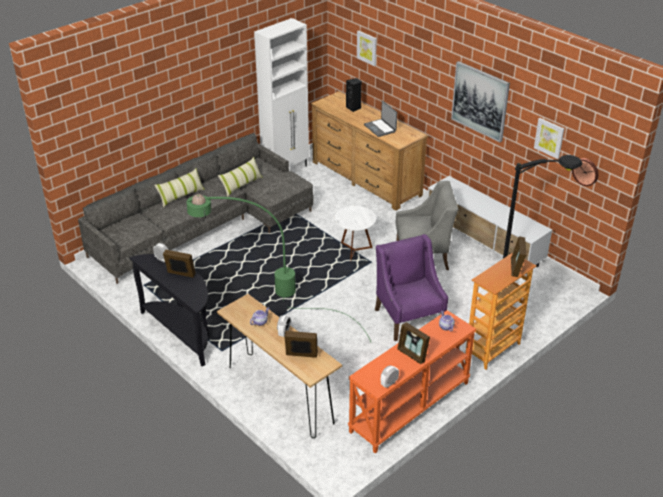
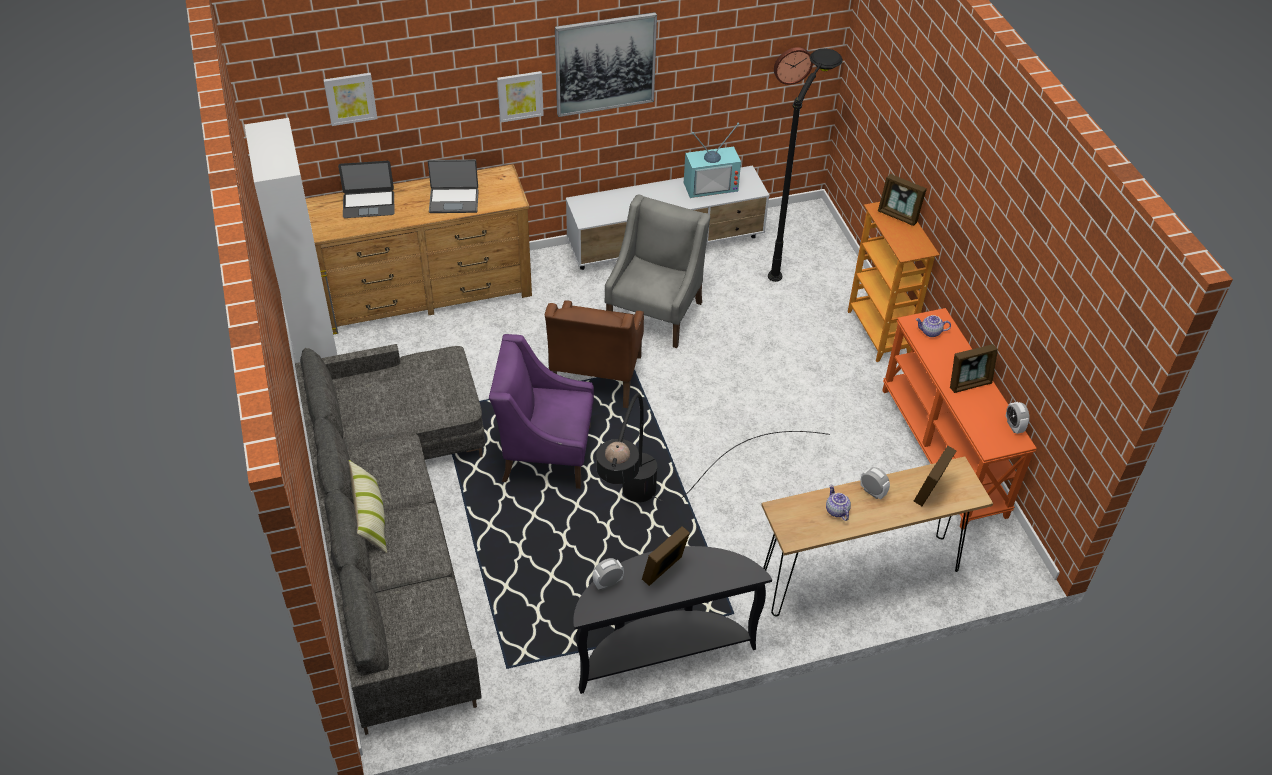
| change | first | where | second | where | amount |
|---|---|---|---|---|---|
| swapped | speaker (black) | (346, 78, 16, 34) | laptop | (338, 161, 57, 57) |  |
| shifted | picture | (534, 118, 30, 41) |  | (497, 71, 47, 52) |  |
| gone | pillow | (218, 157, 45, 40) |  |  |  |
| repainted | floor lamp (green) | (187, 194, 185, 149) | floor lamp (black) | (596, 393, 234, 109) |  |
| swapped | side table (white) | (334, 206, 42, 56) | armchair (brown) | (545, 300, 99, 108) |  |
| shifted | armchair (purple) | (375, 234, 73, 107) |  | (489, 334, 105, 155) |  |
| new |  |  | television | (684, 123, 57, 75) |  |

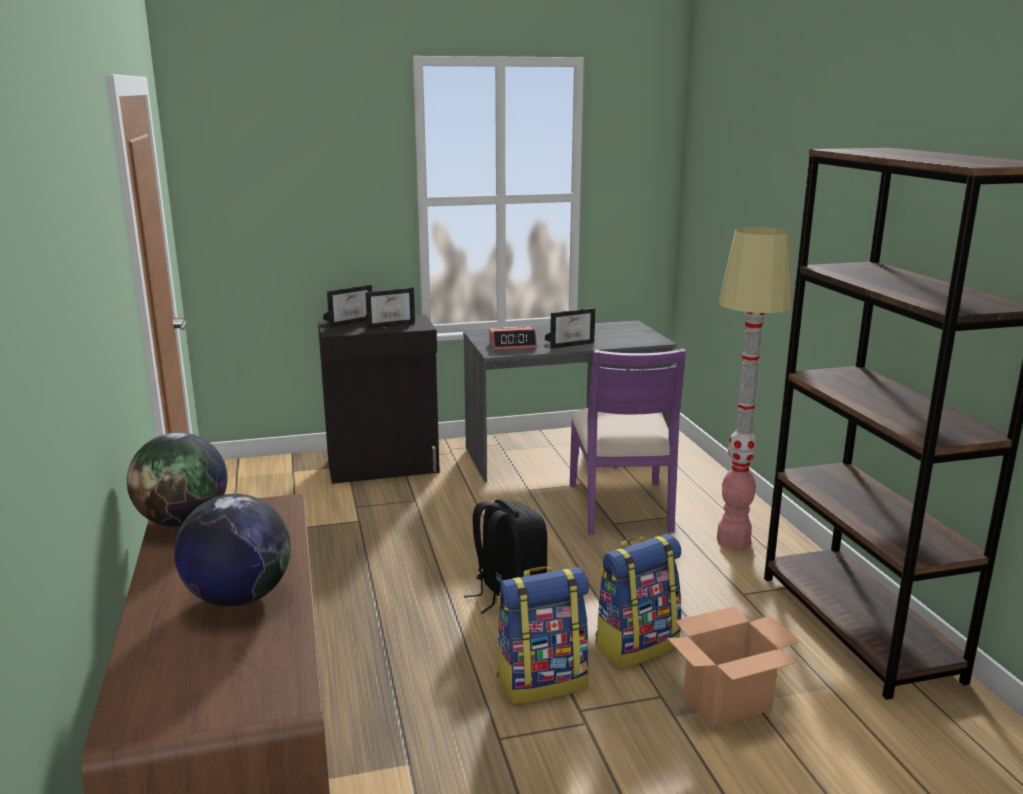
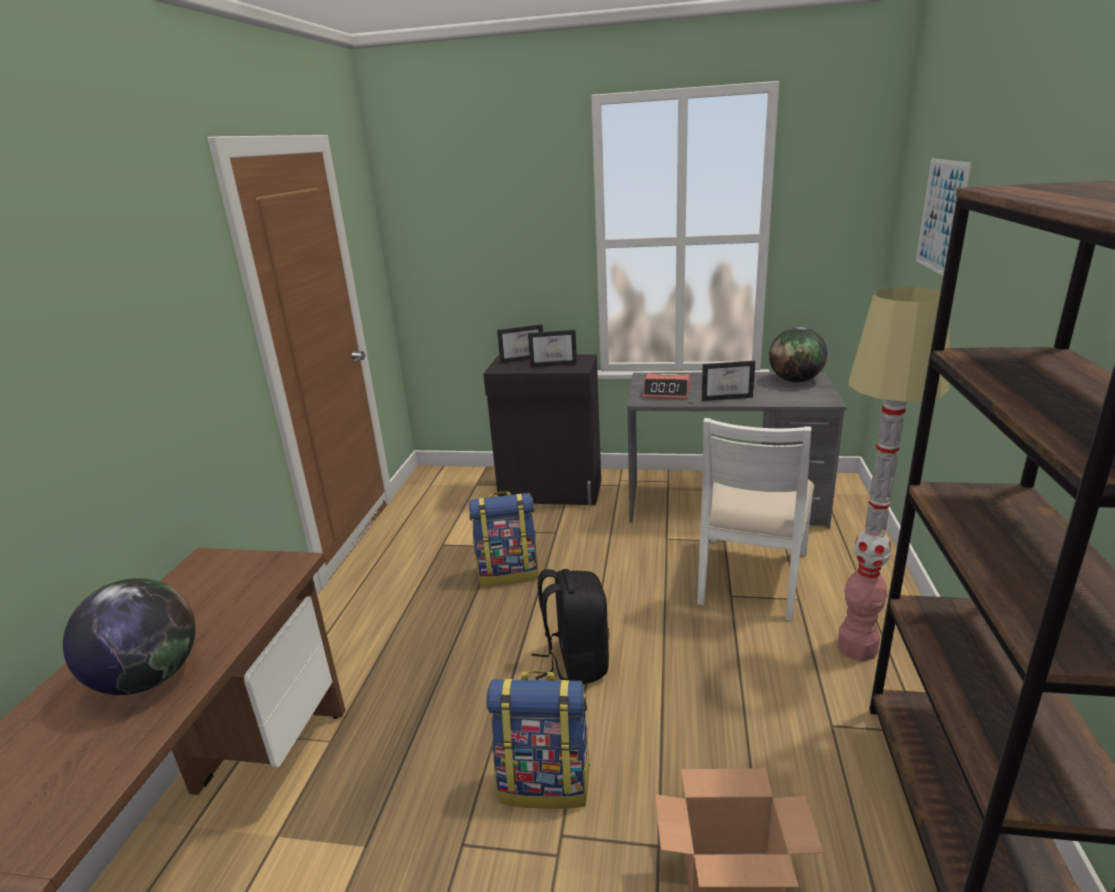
| change | first | where | second | where | amount |
|---|---|---|---|---|---|
| repainted | chair (purple) | (570, 349, 116, 185) | chair (white) | (697, 418, 117, 203) |  |
| shifted | globe | (127, 432, 100, 95) |  | (769, 327, 58, 55) |  |
| shifted | backpack | (595, 534, 87, 134) |  | (469, 491, 69, 95) |  |
| new |  |  | picture | (916, 159, 56, 117) |  |

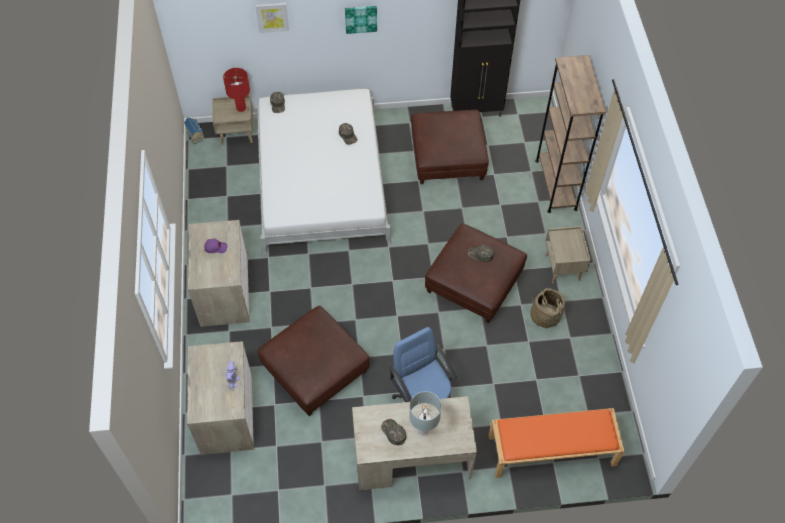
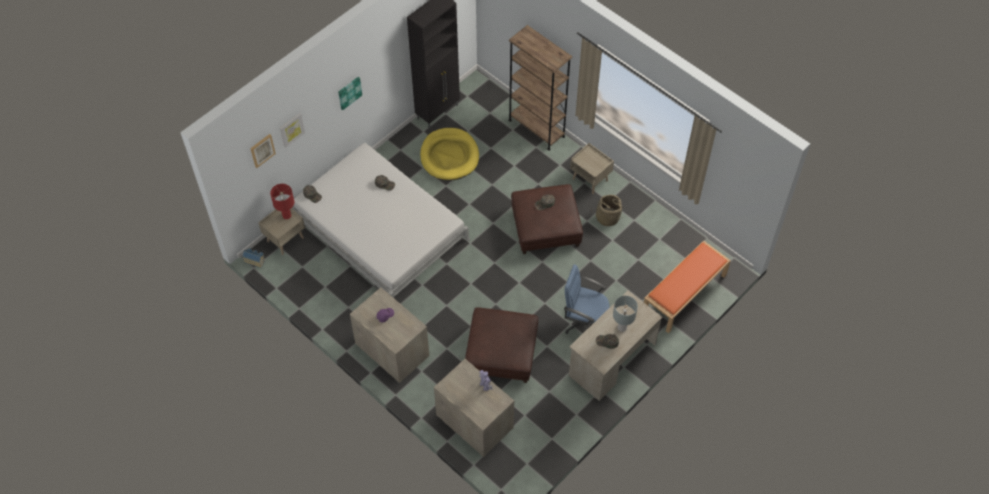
| change | first | where | second | where | amount |
|---|---|---|---|---|---|
| swapped | ottoman (brown) | (411, 110, 78, 74) | dog bed (yellow) | (420, 128, 59, 52) |  |
| new |  |  | picture | (250, 134, 26, 34) |  |

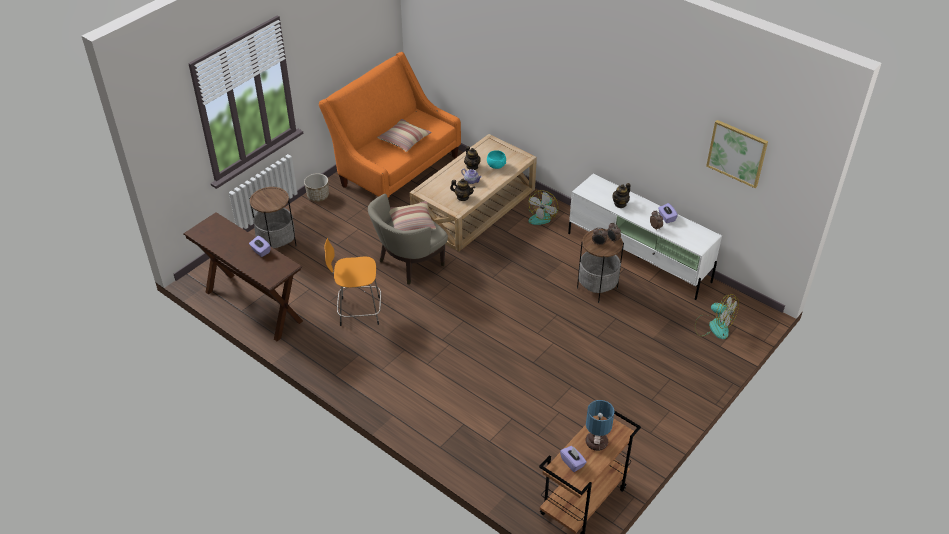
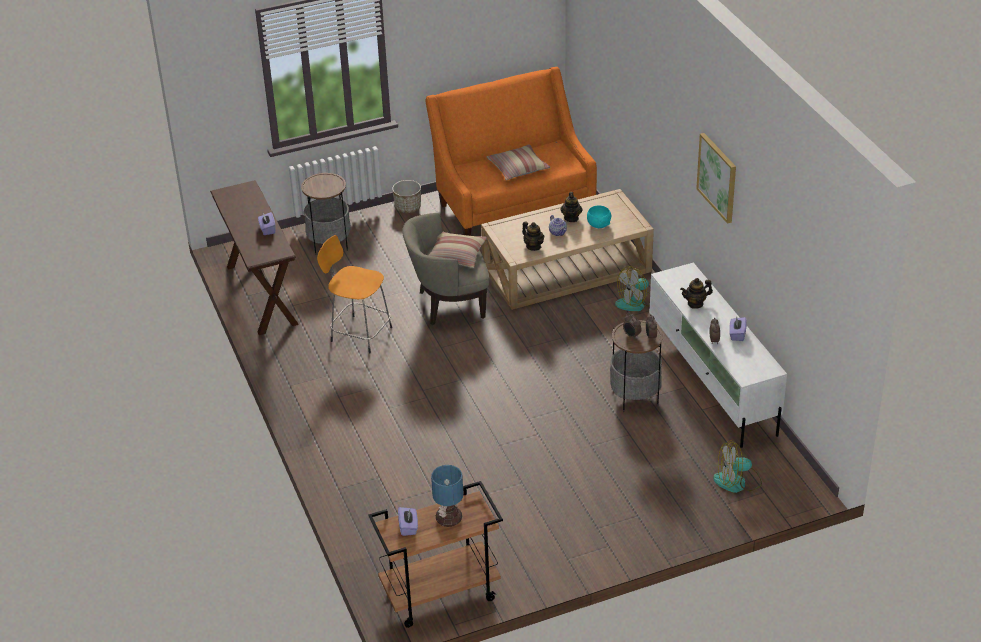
| change | first | where | second | where | amount |
|---|---|---|---|---|---|
| shifted | picture | (706, 120, 62, 68) |  | (696, 133, 40, 91) |  |
| rotated | fan | (695, 294, 44, 45) |  | (713, 441, 49, 52) | 105 degrees clockwise |

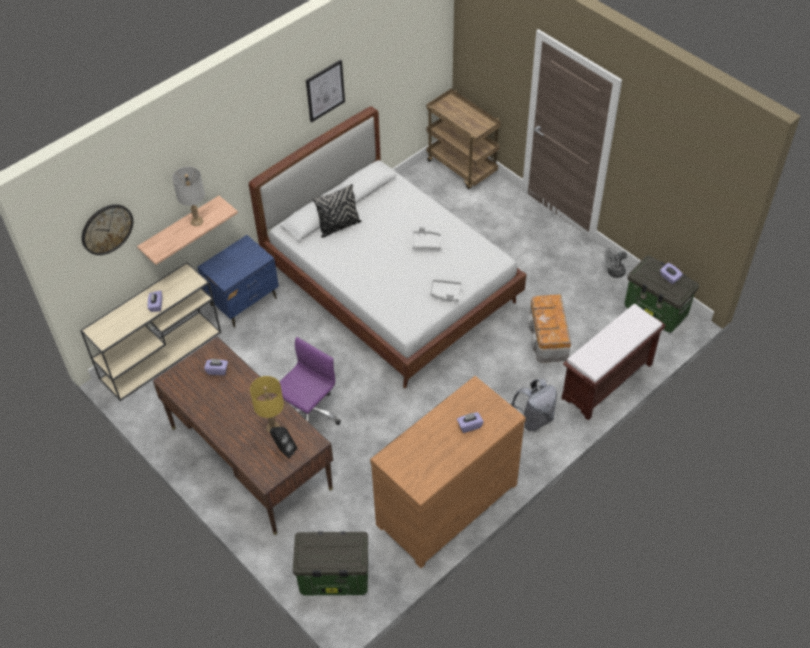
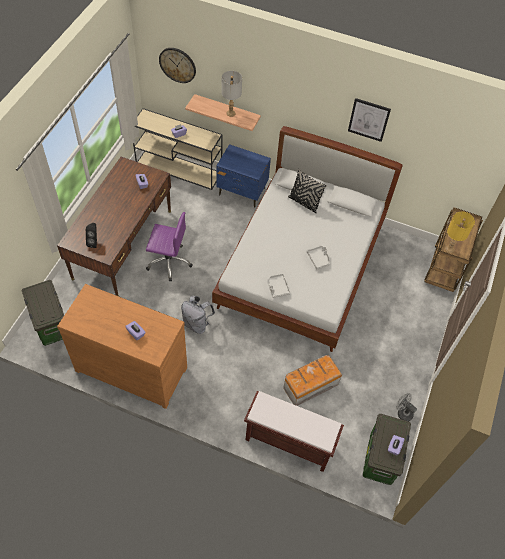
| change | first | where | second | where | amount |
|---|---|---|---|---|---|
| shifted | table lamp (yellow) | (250, 376, 34, 57) |  | (445, 212, 30, 41) |  |
| shifted | backpack (grey) | (511, 379, 46, 52) |  | (181, 295, 34, 39) |  |

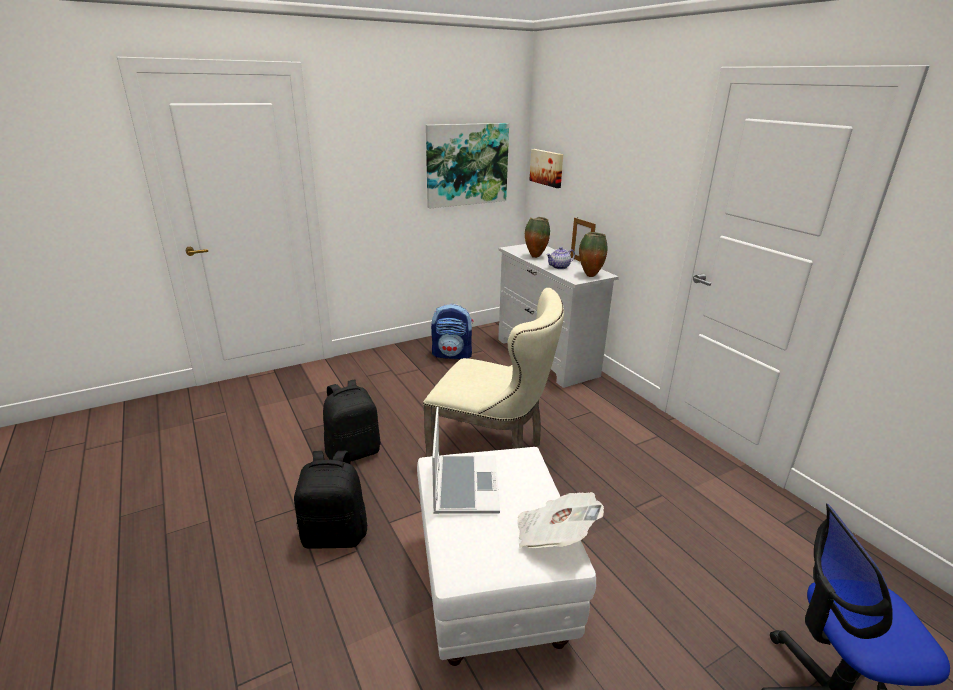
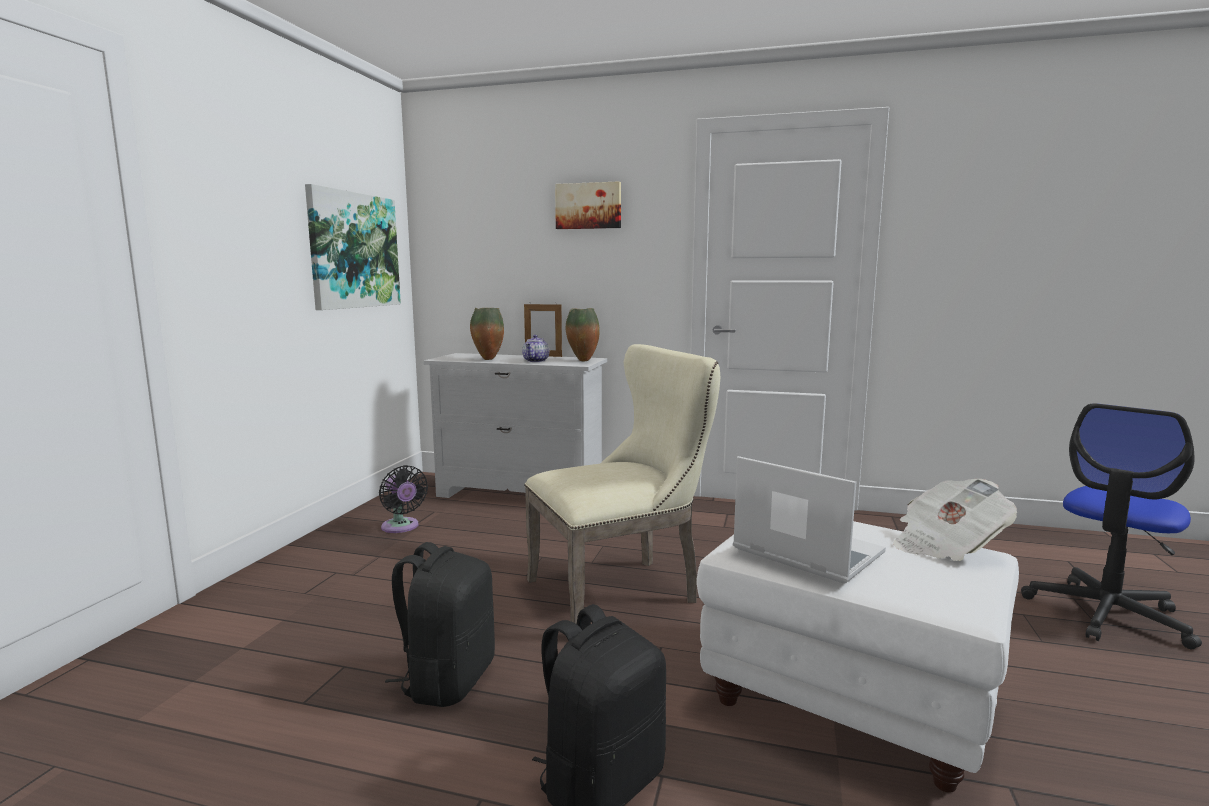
| change | first | where | second | where | amount |
|---|---|---|---|---|---|
| shifted | picture | (529, 149, 34, 39) |  | (555, 181, 66, 48) |  |
| swapped | backpack | (431, 304, 43, 55) | fan (black) | (379, 465, 49, 68) |  |

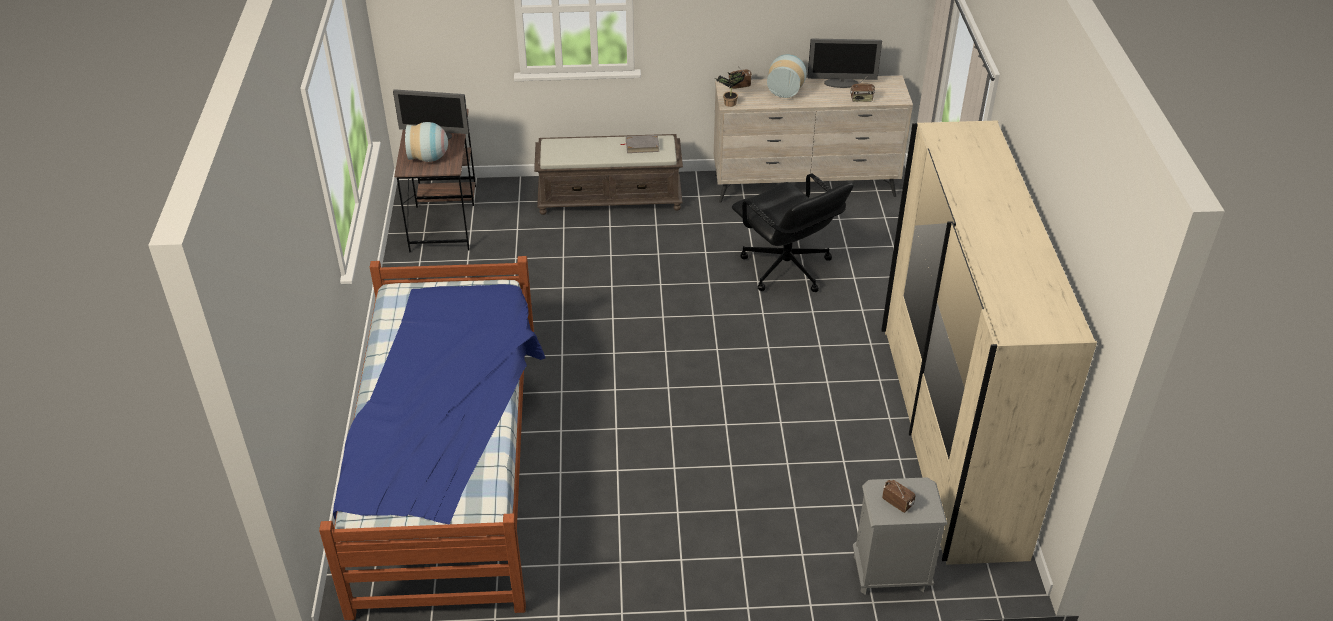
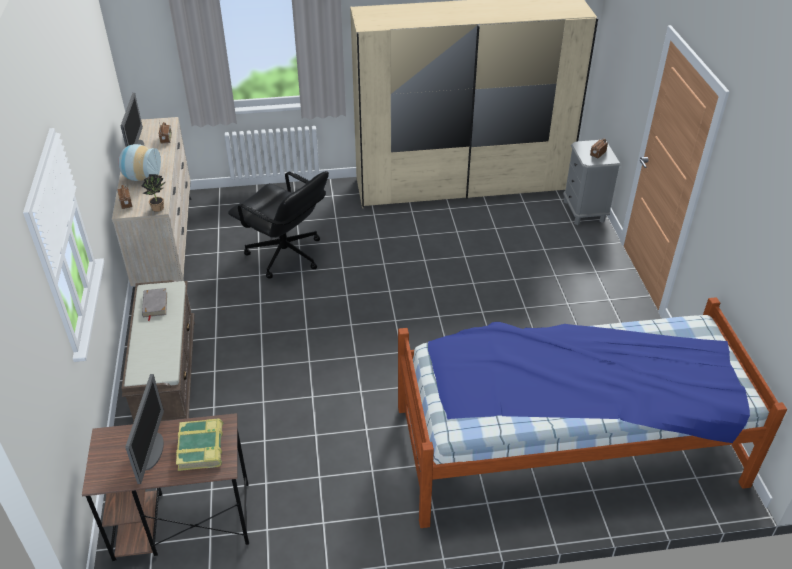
| change | first | where | second | where | amount |
|---|---|---|---|---|---|
| swapped | vase | (405, 122, 43, 40) | book | (176, 418, 48, 53) |  |
| rotated | office chair (black) | (732, 173, 122, 119) |  | (228, 171, 101, 108) | 75 degrees clockwise |

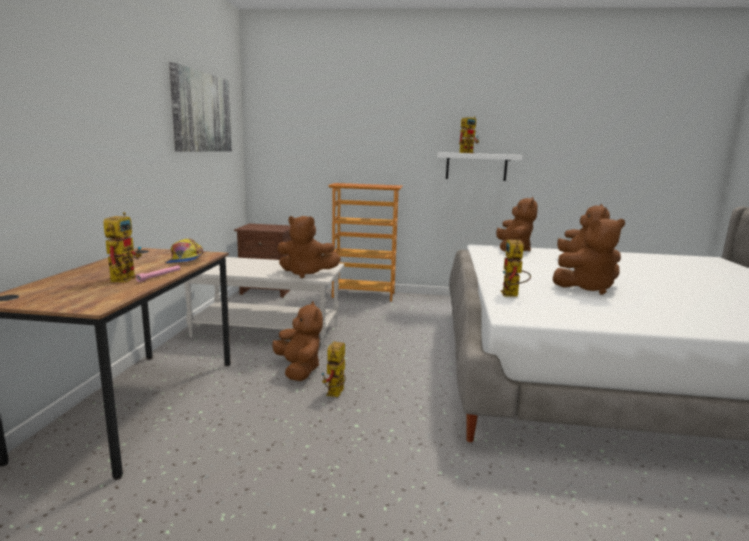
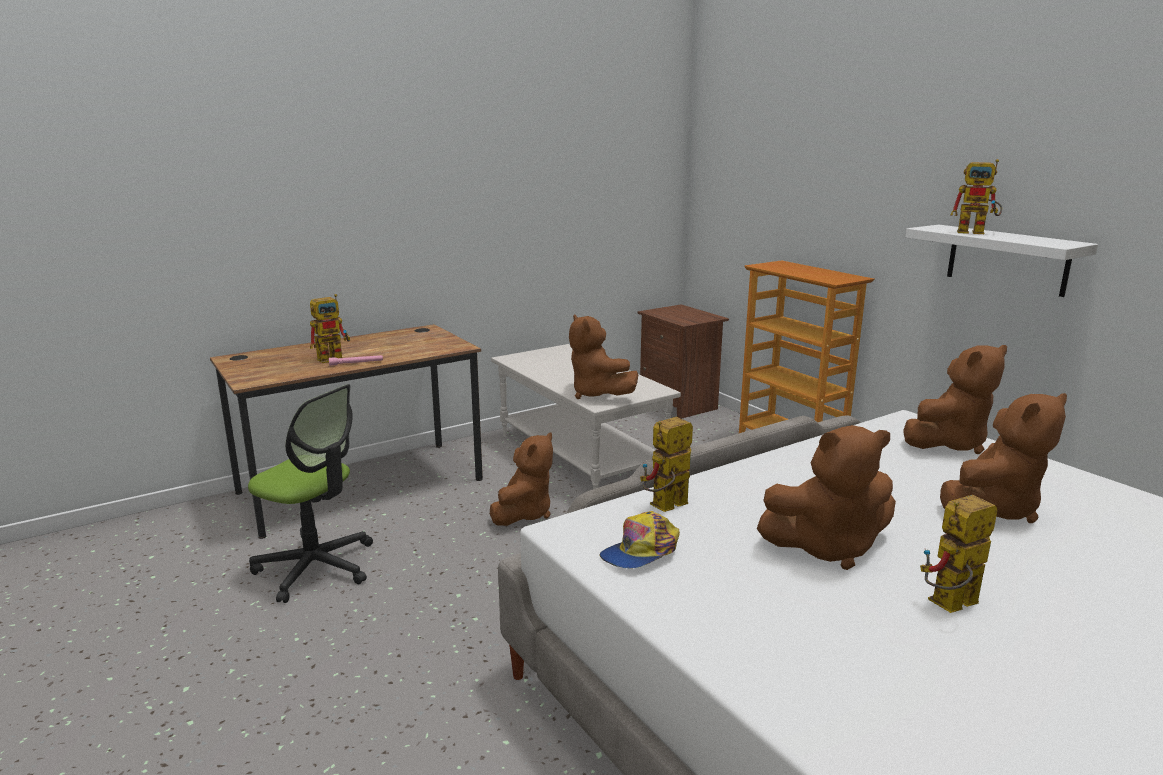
| change | first | where | second | where | amount |
|---|---|---|---|---|---|
| gone | picture | (169, 62, 63, 90) |  |  |  |
| rotated | plush toy (brown) | (553, 219, 72, 76) |  | (757, 425, 139, 145) | 45 degrees counterclockwise |
| shifted | cap | (165, 239, 39, 25) |  | (600, 511, 80, 58) |  |
| shifted | toy robot | (321, 341, 25, 56) |  | (920, 495, 77, 118) |  |
| new |  |  | office chair | (248, 384, 125, 219) |  |

